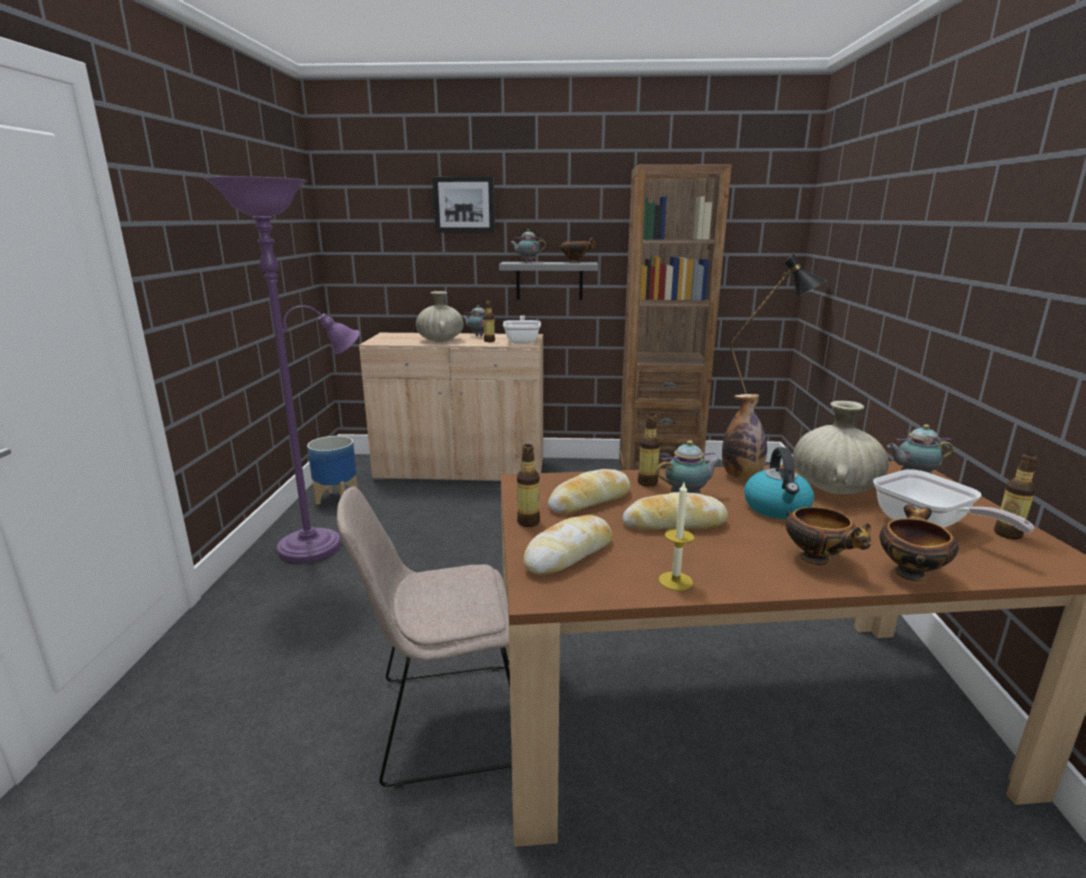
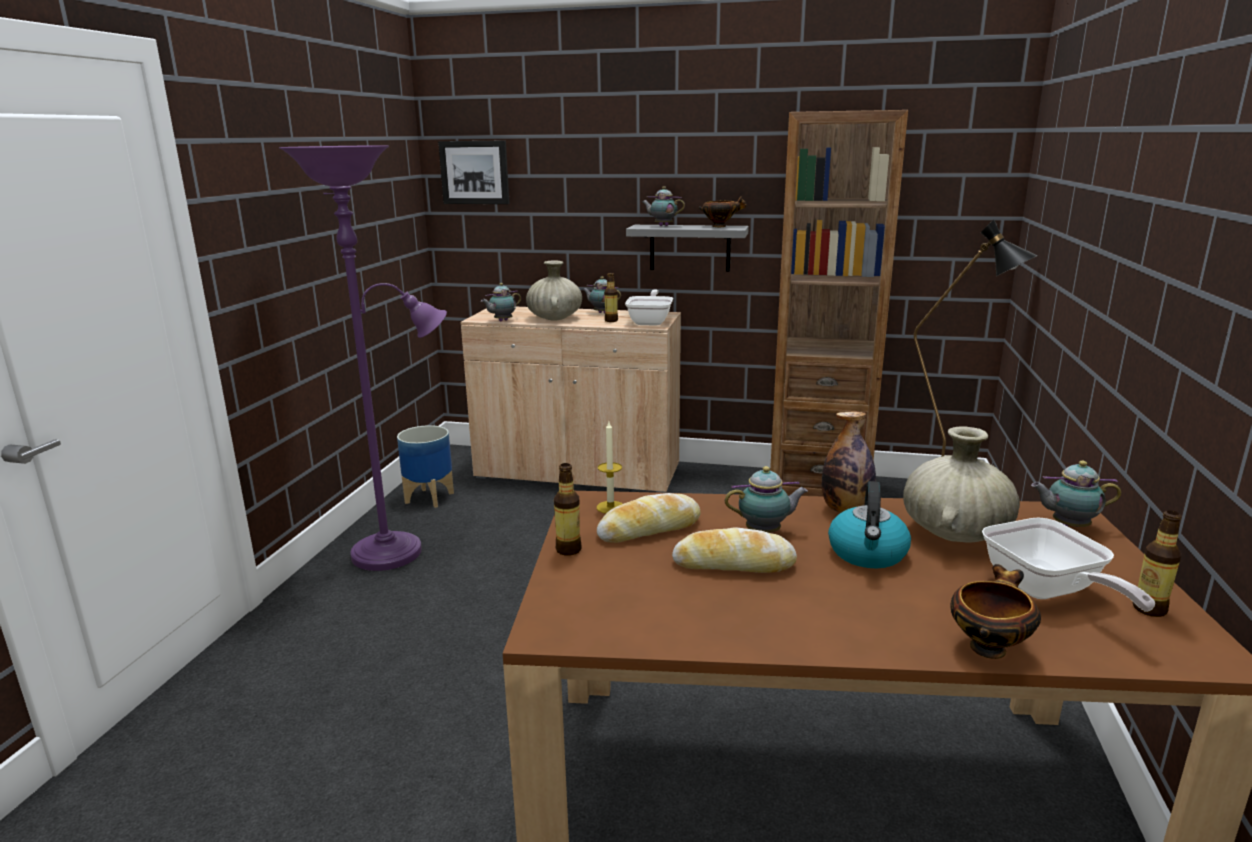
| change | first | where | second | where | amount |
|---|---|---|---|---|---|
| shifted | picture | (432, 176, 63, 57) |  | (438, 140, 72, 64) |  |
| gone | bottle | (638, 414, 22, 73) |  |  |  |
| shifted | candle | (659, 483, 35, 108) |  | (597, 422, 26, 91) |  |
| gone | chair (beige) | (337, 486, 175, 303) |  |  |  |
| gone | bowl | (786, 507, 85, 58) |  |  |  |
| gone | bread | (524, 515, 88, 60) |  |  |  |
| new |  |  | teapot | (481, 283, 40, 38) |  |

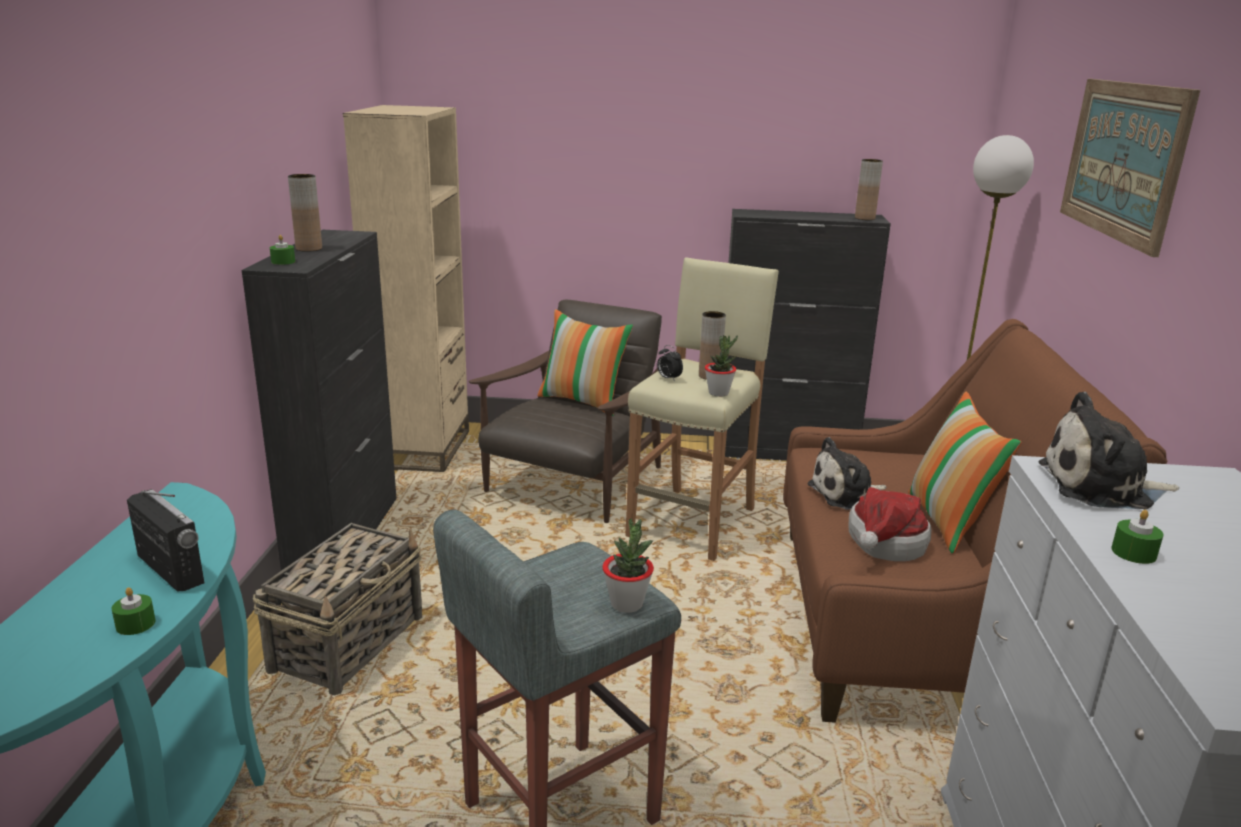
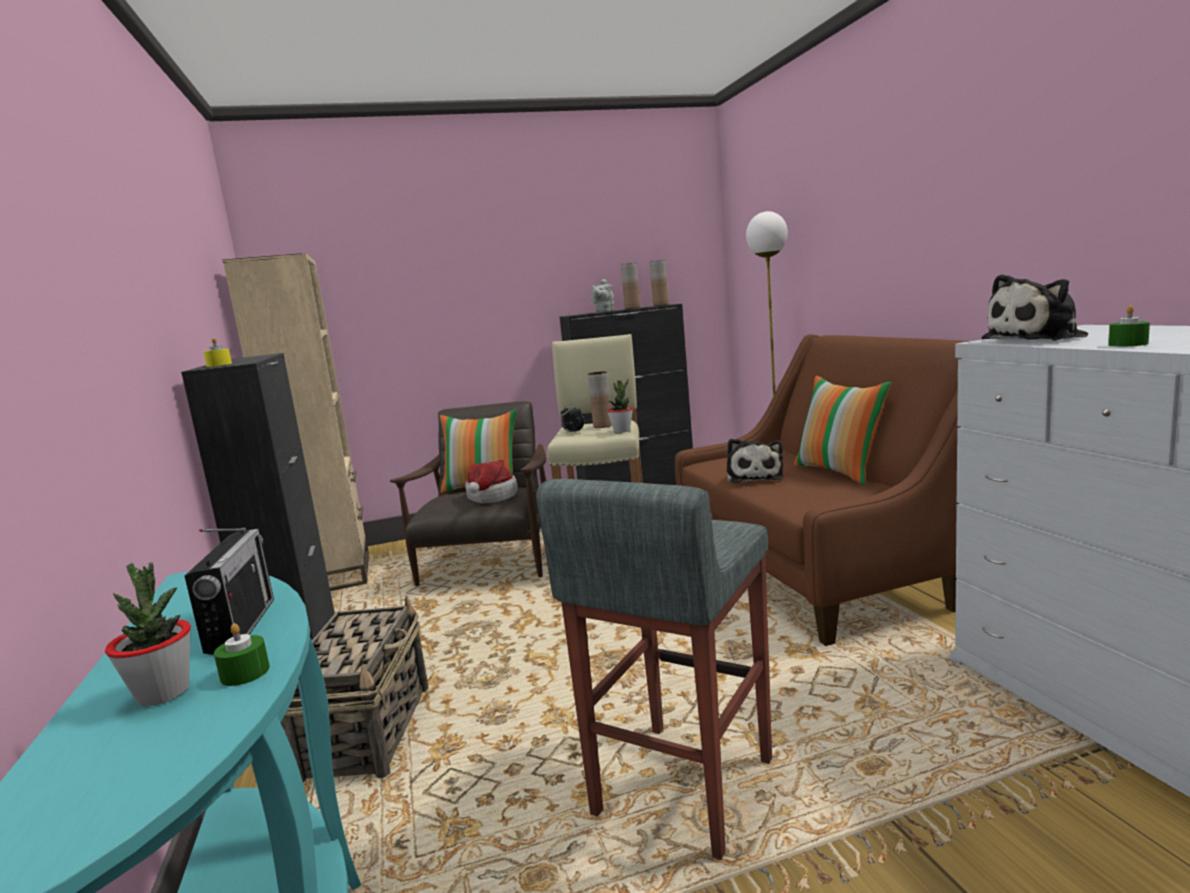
| change | first | where | second | where | amount |
|---|---|---|---|---|---|
| gone | picture | (1060, 79, 140, 178) |  |  |  |
| shifted | vase (brown) | (288, 174, 34, 78) |  | (621, 263, 19, 46) |  |
| repainted | candle (green) | (270, 235, 25, 30) | candle (yellow) | (203, 337, 29, 30) |  |
| rotated | plush toy | (808, 437, 78, 73) |  | (727, 438, 57, 45) | 45 degrees counterclockwise |
| shifted | hat | (849, 487, 83, 75) |  | (465, 460, 53, 43) |  |
| rotated | radio | (127, 489, 77, 103) |  | (185, 527, 89, 128) | 60 degrees clockwise |
| shifted | potted plant | (602, 518, 52, 95) |  | (105, 562, 86, 145) |  |
| new |  |  | teapot (grey) | (591, 279, 23, 33) |  |

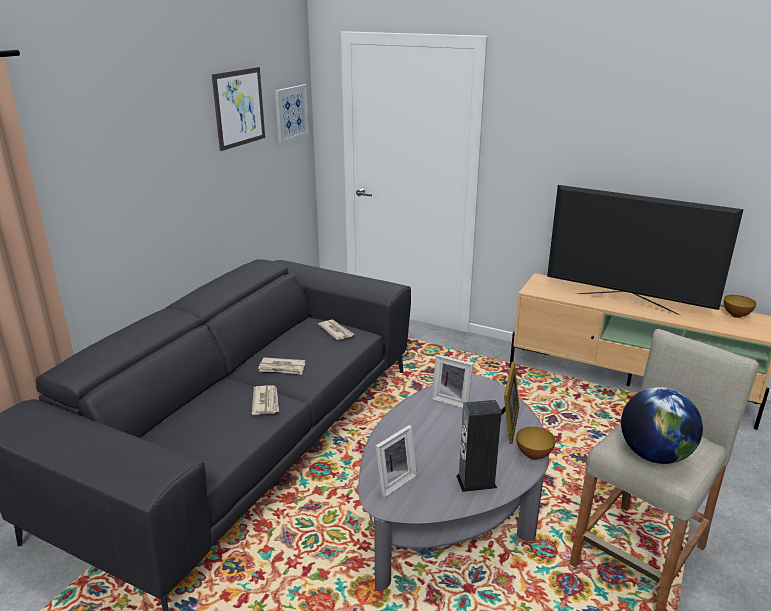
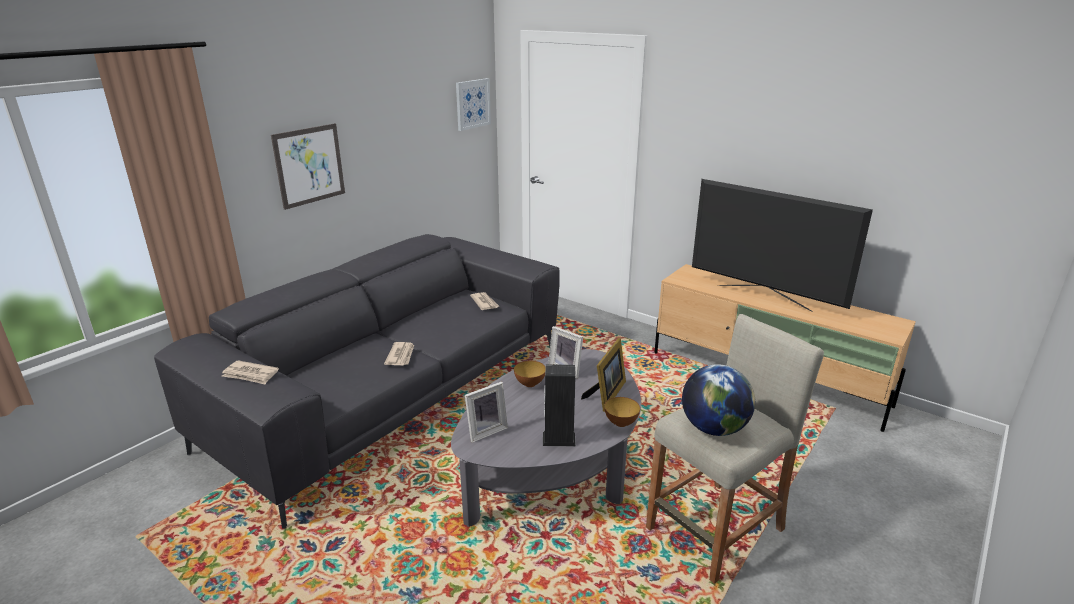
| change | first | where | second | where | amount |
|---|---|---|---|---|---|
| shifted | picture | (212, 67, 53, 84) |  | (271, 123, 74, 87) |  |
| shifted | bowl | (724, 295, 32, 23) |  | (514, 361, 31, 26) |  |
| shifted | newspaper | (258, 357, 47, 18) |  | (222, 360, 57, 24) |  |

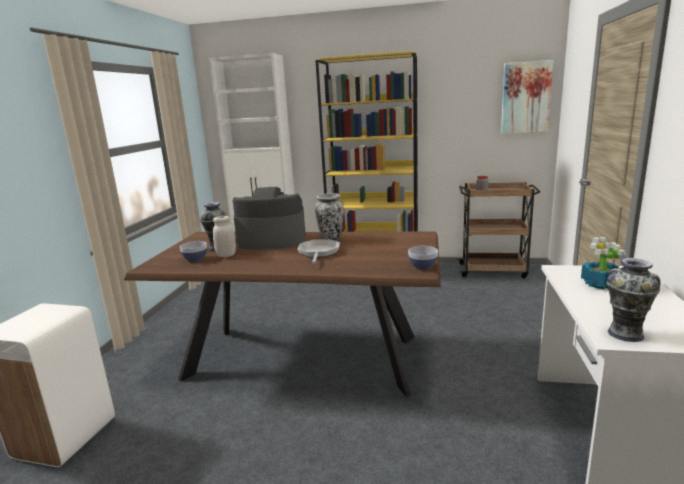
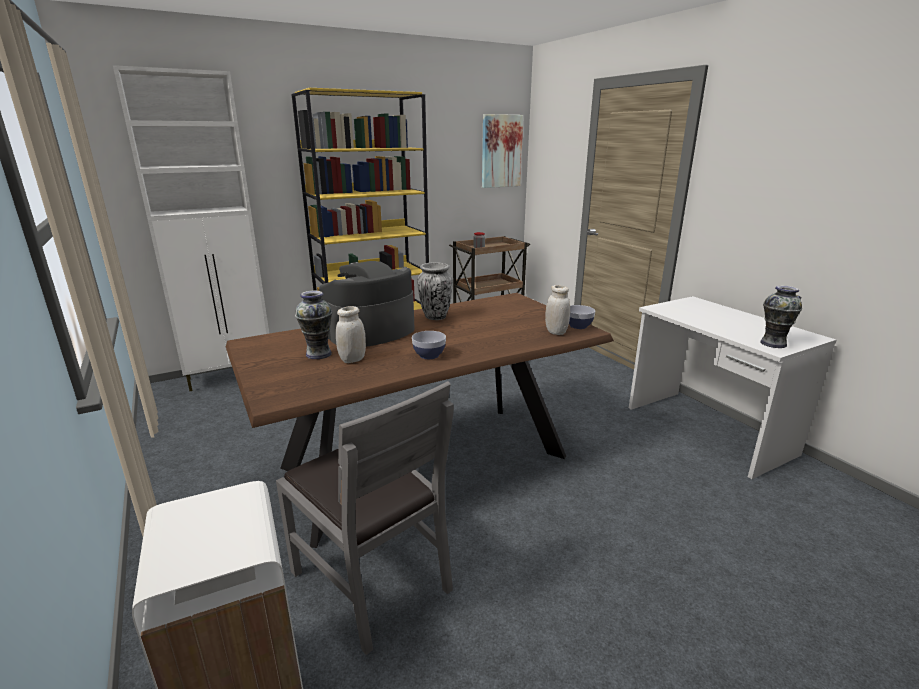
| change | first | where | second | where | amount |
|---|---|---|---|---|---|
| gone | potted plant | (581, 237, 45, 53) |  |  |  |
| gone | frying pan | (298, 239, 42, 25) |  |  |  |
| shifted | bowl | (180, 241, 27, 21) |  | (412, 331, 34, 28) |  |
| new |  |  | jar (white) | (545, 285, 25, 50) |  |
| new |  |  | chair (grey) | (276, 381, 178, 274) |  |

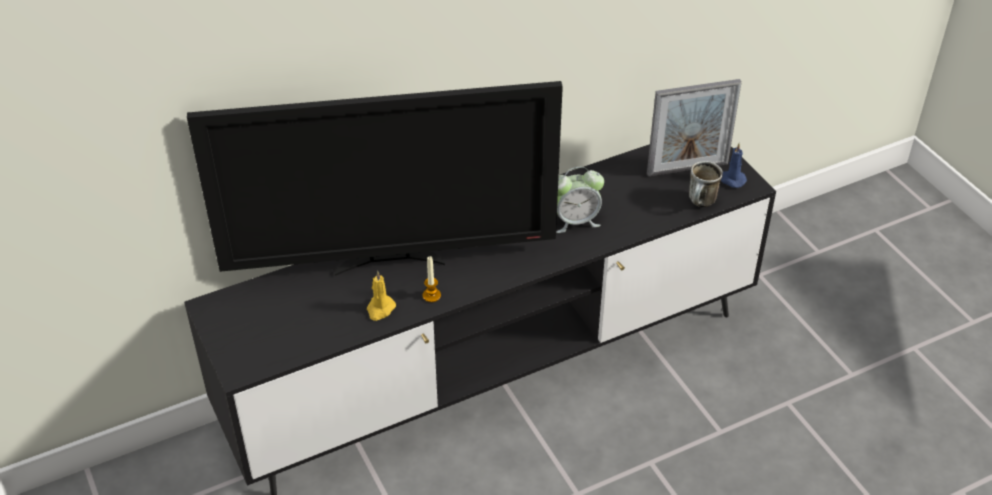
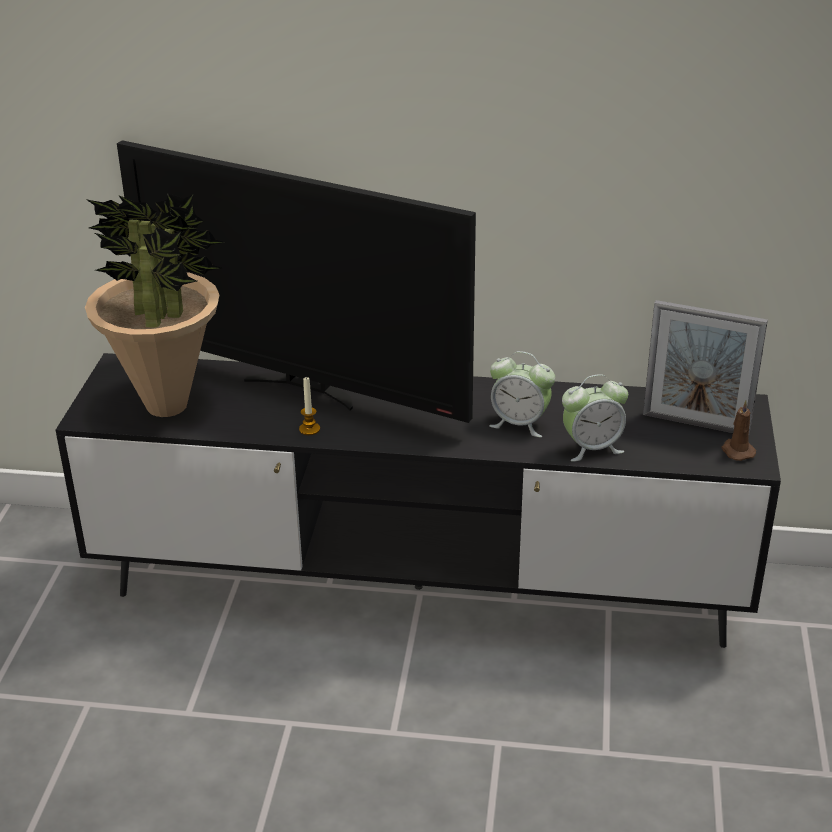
| change | first | where | second | where | amount |
|---|---|---|---|---|---|
| repainted | candle (blue) | (721, 143, 26, 45) | candle (brown) | (722, 400, 34, 61) |  |
| gone | mug | (689, 161, 34, 46) |  |  |  |
| gone | candle (yellow) | (367, 271, 29, 50) |  |  |  |
| new |  |  | potted plant | (85, 194, 141, 223) |  |
| new |  |  | alarm clock | (562, 374, 66, 88) |  |

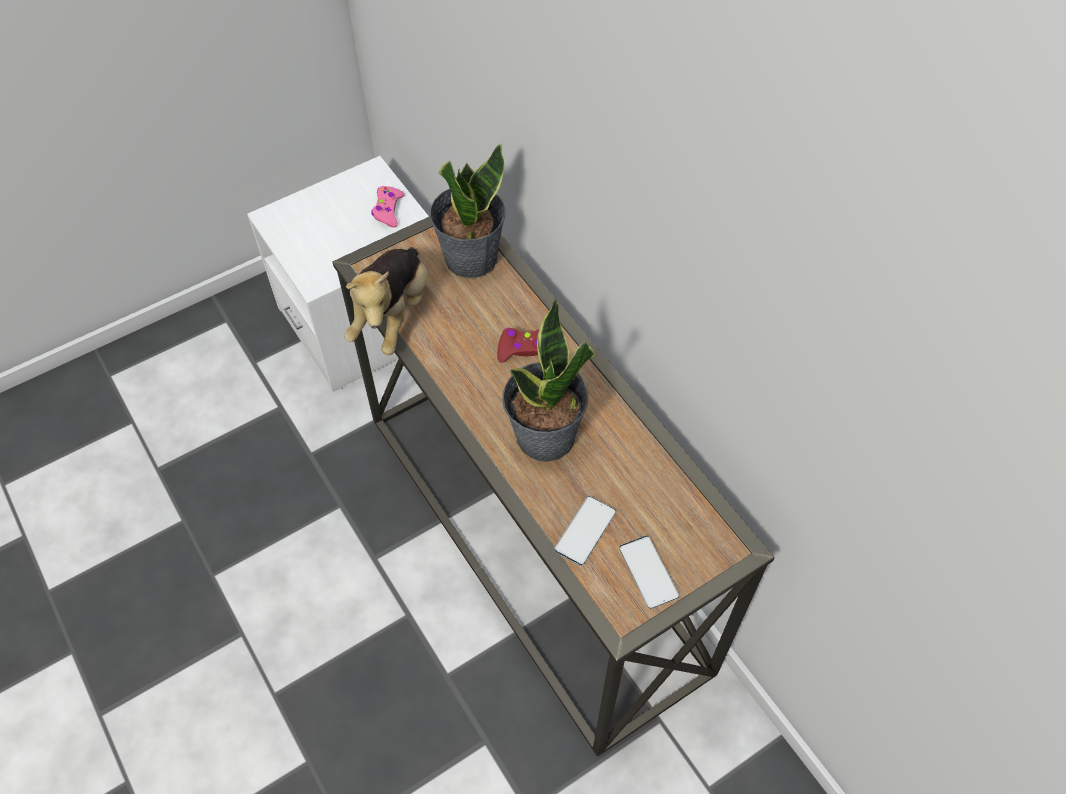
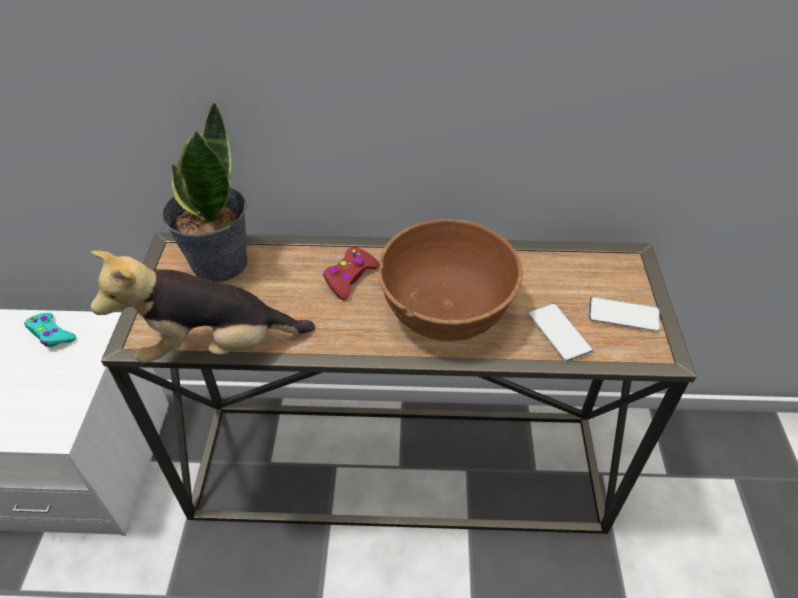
| change | first | where | second | where | amount |
|---|---|---|---|---|---|
| repainted | game controller (pink) | (371, 186, 33, 42) | game controller (turquoise) | (24, 313, 52, 34) |  |
| rotated | plush toy | (344, 247, 84, 108) |  | (91, 251, 224, 112) | 120 degrees clockwise |
| swapped | potted plant | (502, 298, 93, 164) | bowl (brown) | (378, 219, 145, 122) |  |

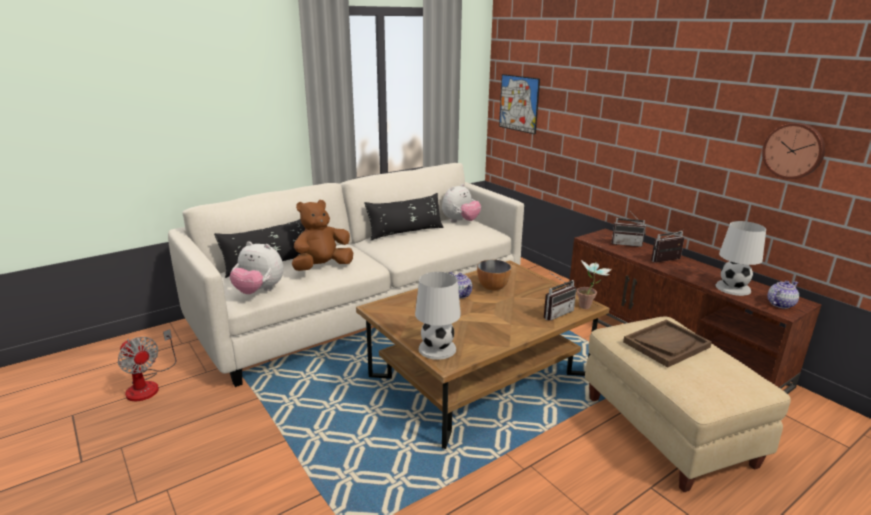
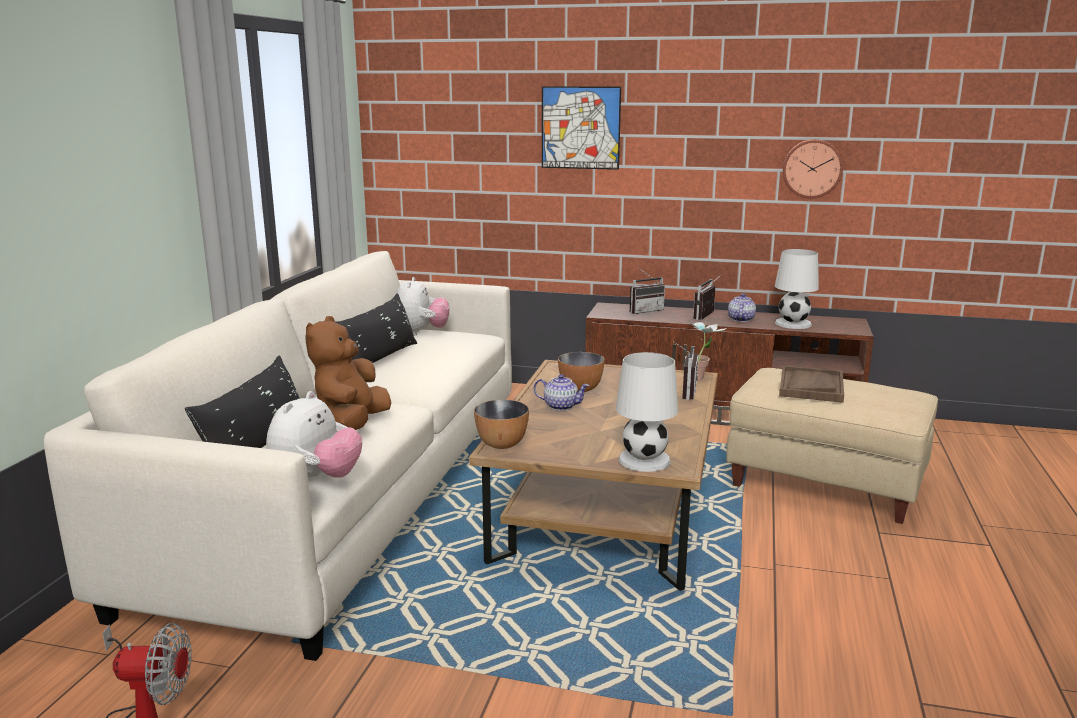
| change | first | where | second | where | amount |
|---|---|---|---|---|---|
| shifted | picture | (499, 74, 41, 60) |  | (542, 86, 79, 84) |  |
| rotated | plush toy | (230, 242, 54, 52) |  | (266, 391, 96, 87) | 45 degrees counterclockwise |
| shifted | teapot | (767, 281, 32, 28) |  | (728, 294, 28, 28) |  |
| new |  |  | bowl | (474, 400, 55, 49) |  |

